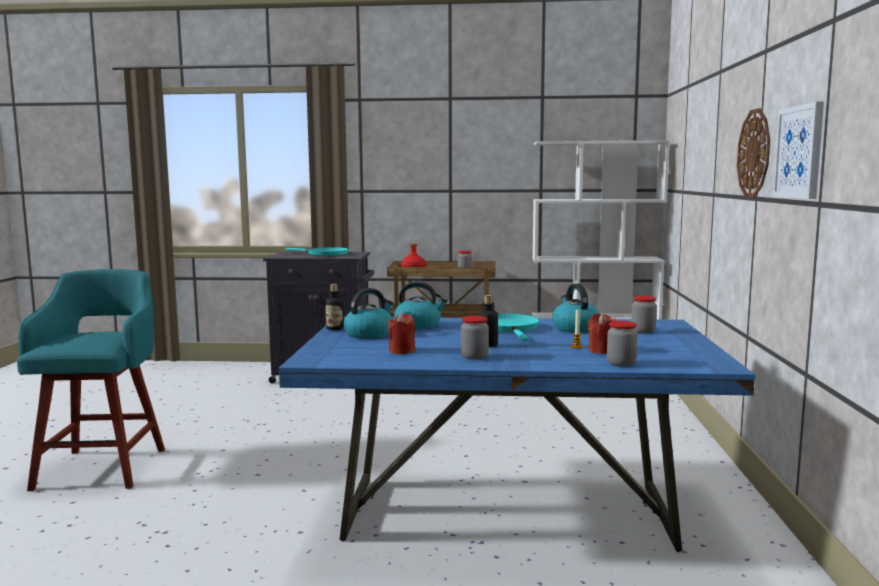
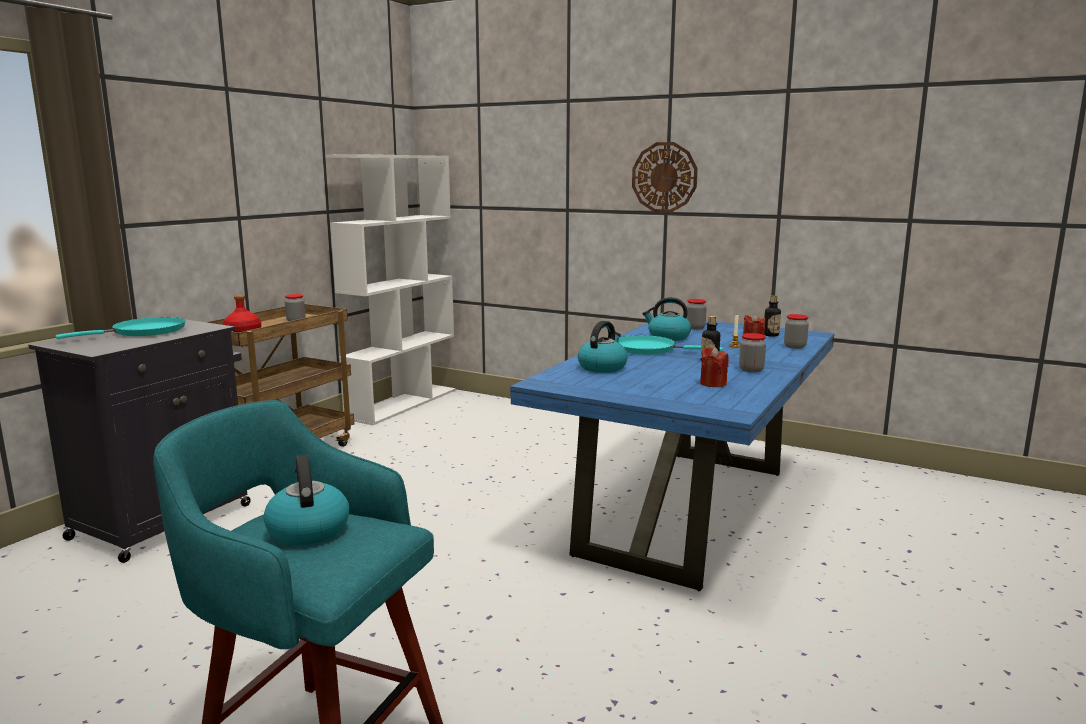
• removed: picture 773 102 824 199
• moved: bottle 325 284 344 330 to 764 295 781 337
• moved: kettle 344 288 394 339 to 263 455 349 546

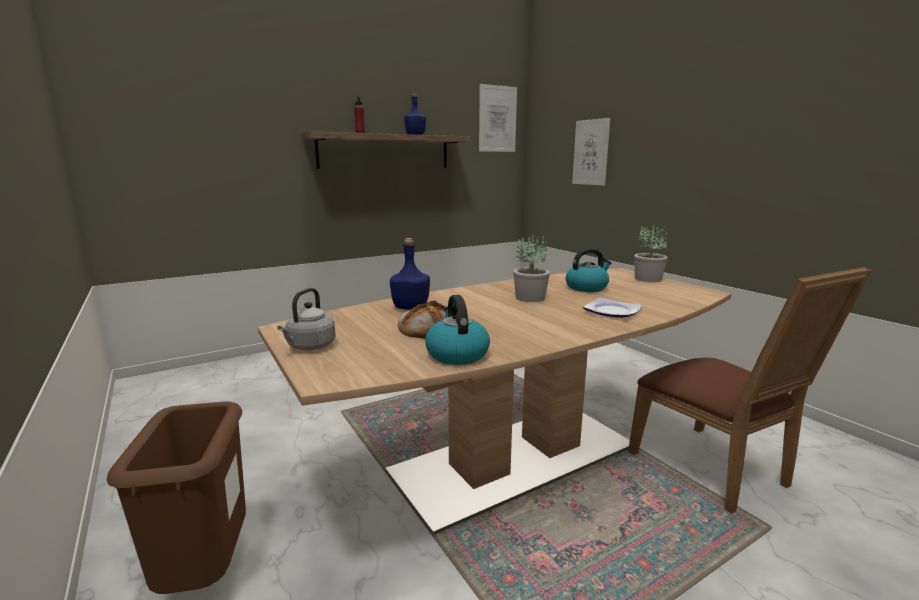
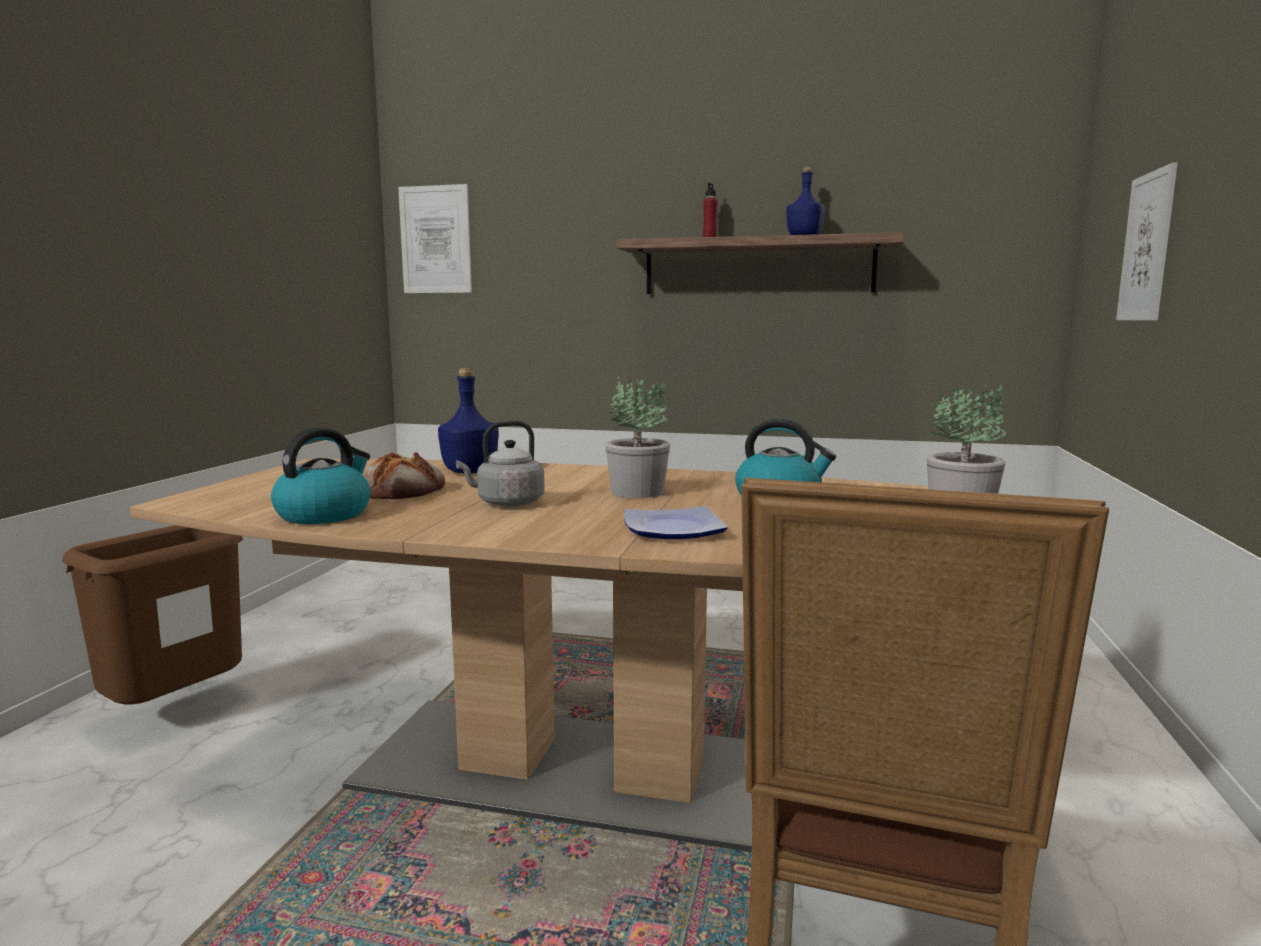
• moved: grey kettle 277 288 336 350 to 456 421 545 507
• moved: picture 479 84 517 152 to 398 184 472 293

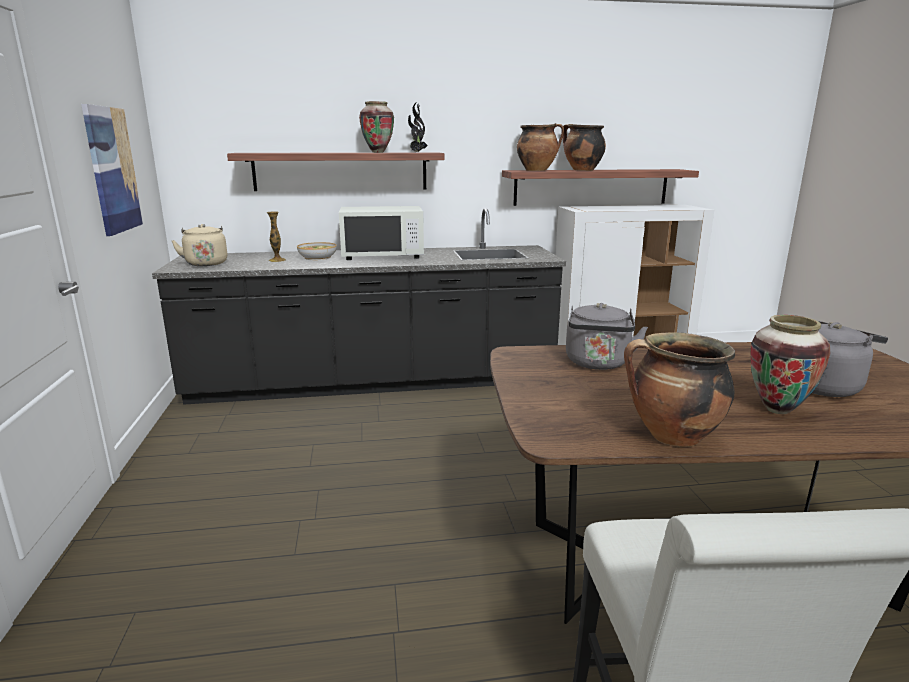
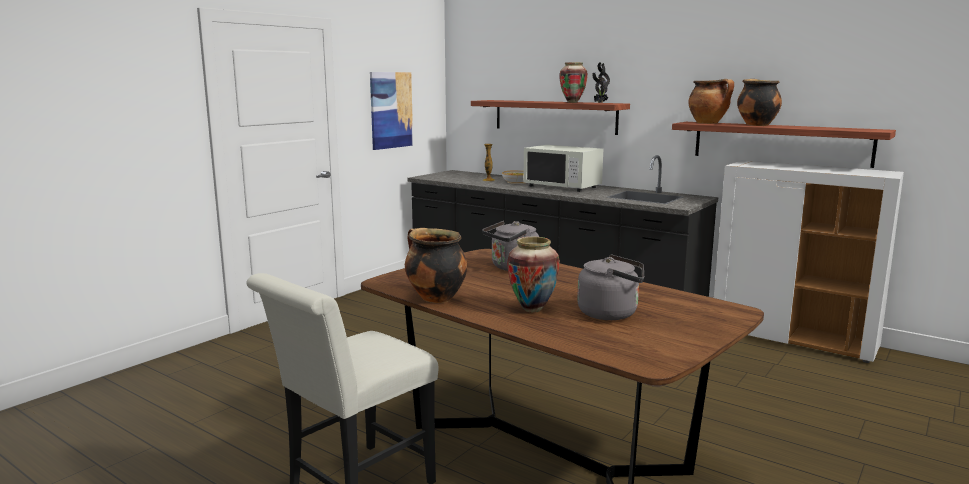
• removed: beige kettle 171 224 227 266

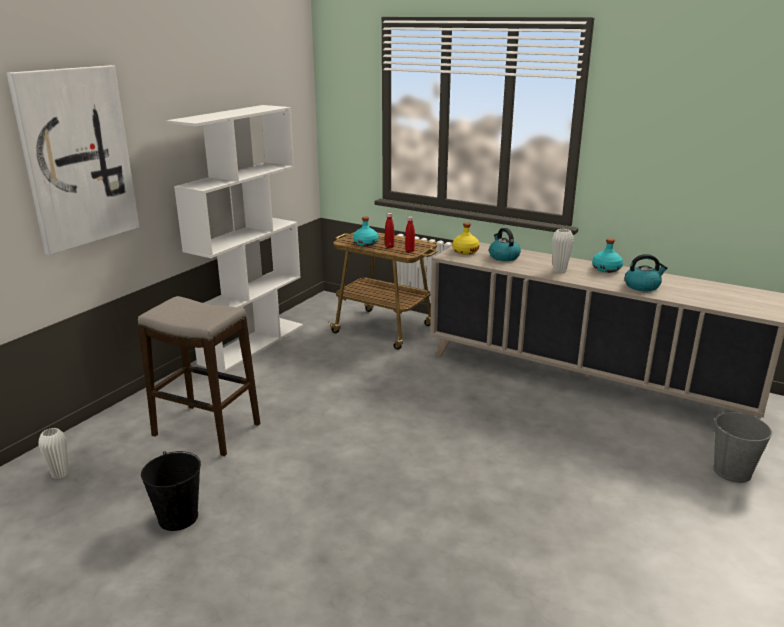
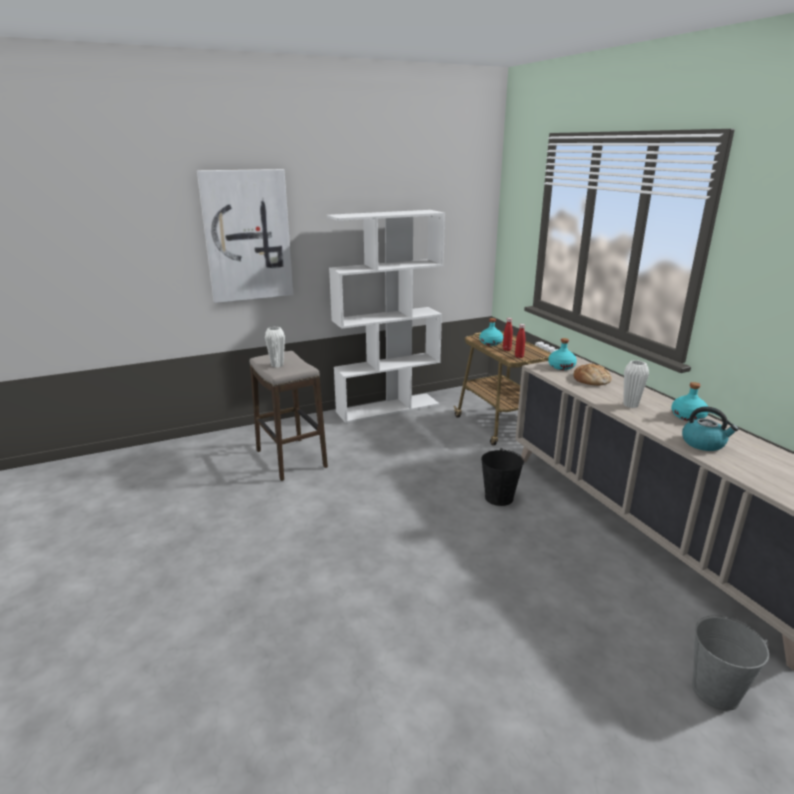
• moved: white vase 38 428 68 479 to 265 327 285 367
• moved: black bucket 141 451 201 531 to 481 448 524 506
• replaced: kettle 489 228 521 261 to bread 573 364 612 386
• recoloured: yellow bottle 452 222 480 254 to turquoise bottle 548 338 577 370

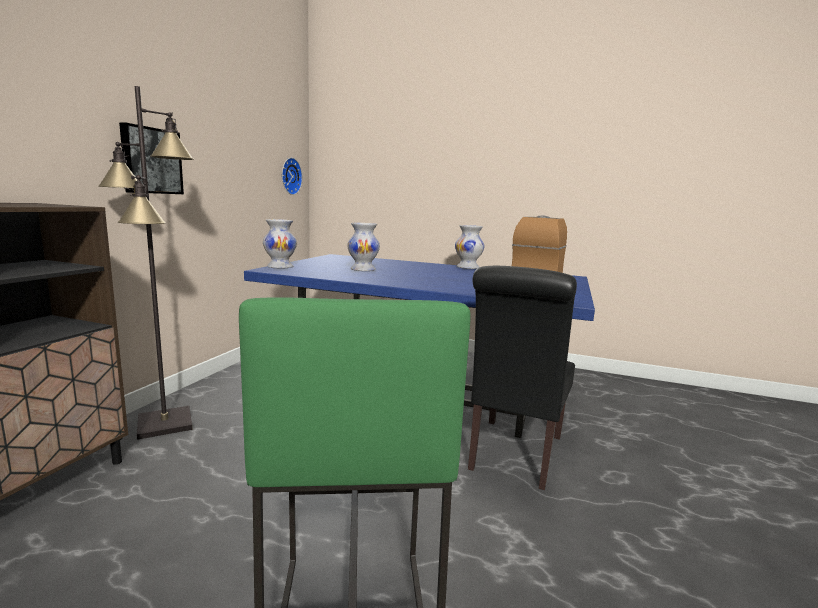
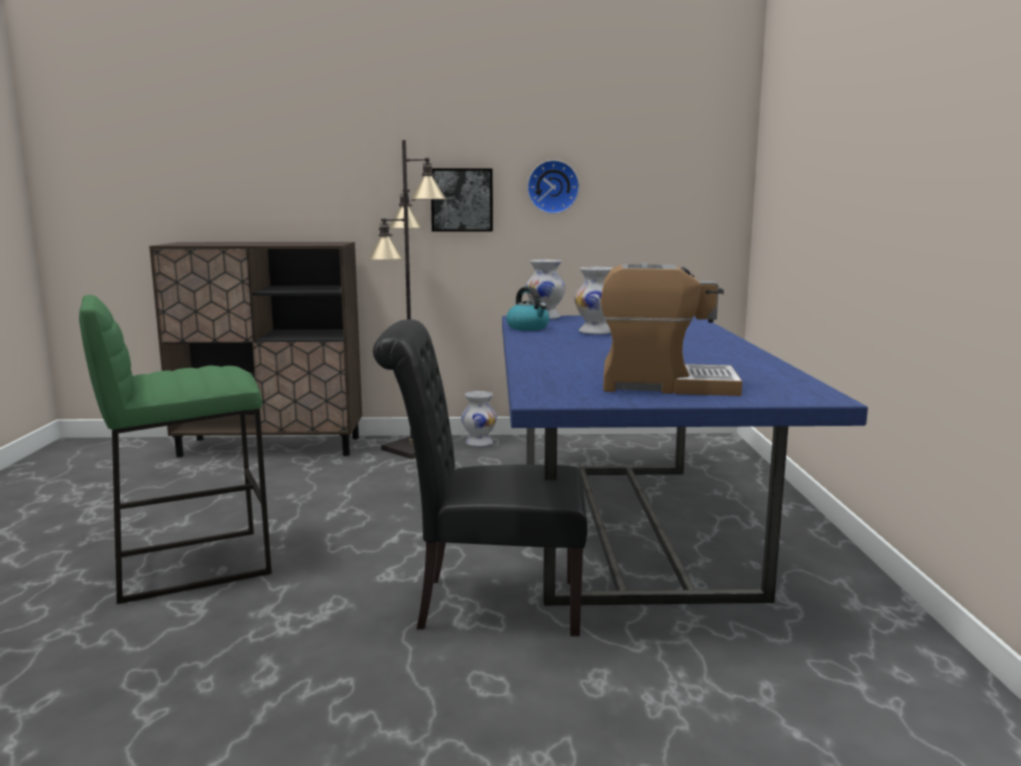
• added: kettle 506 287 549 330
• moved: wall clock 282 158 303 195 to 527 160 580 214
• moved: white vase 455 225 484 269 to 461 391 497 447

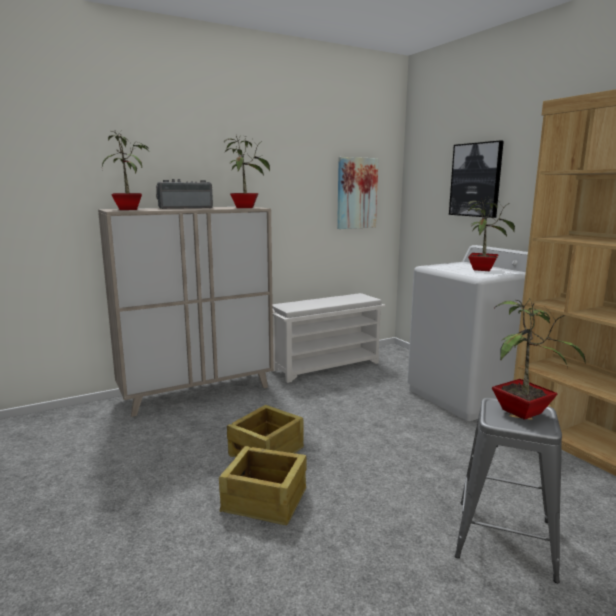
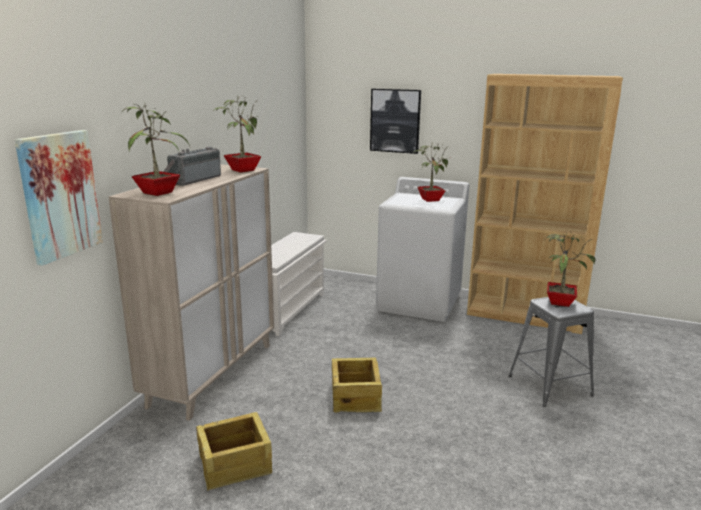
• moved: crate 219 446 307 525 to 196 412 272 491
• moved: picture 337 157 379 229 to 15 130 103 266

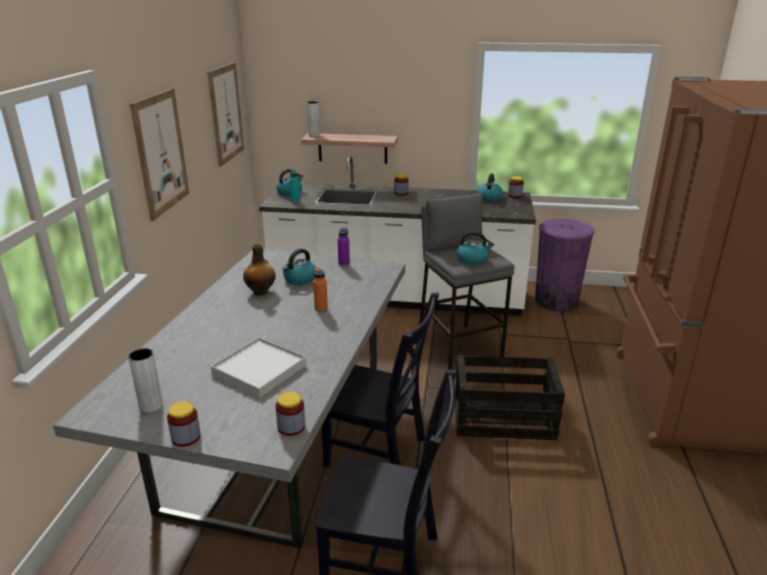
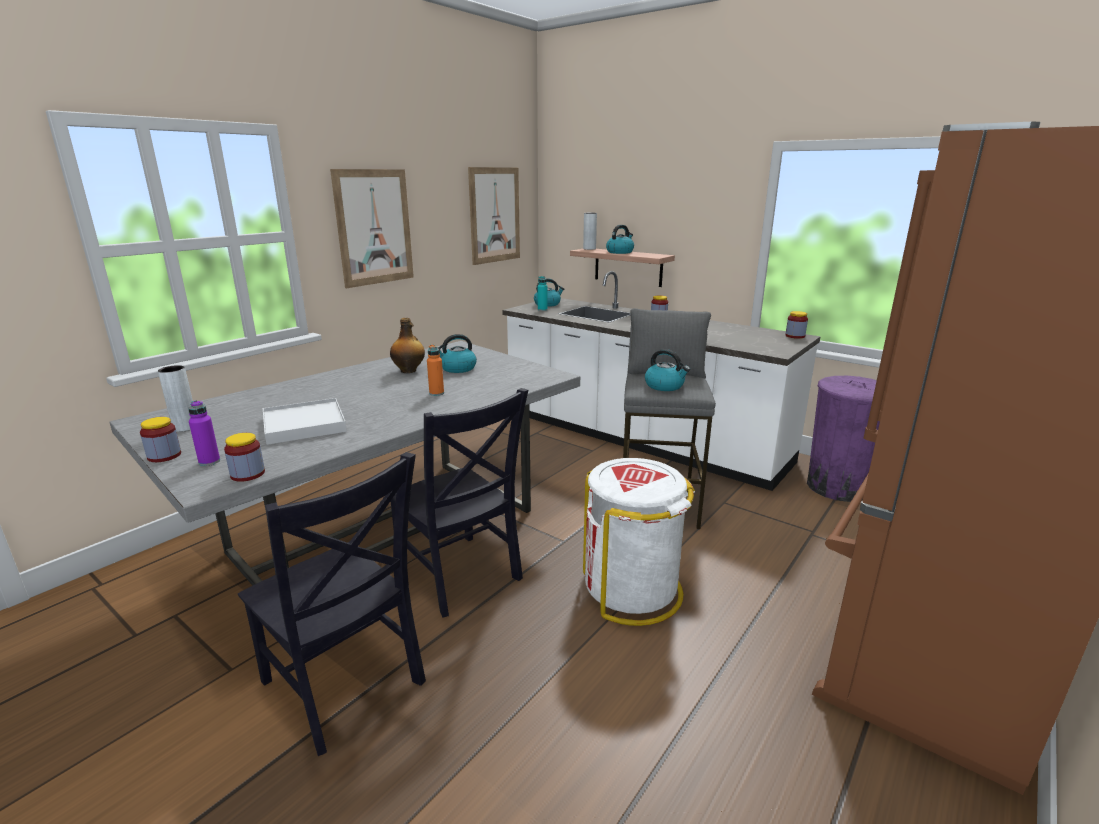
• moved: purple bottle 338 228 350 266 to 188 400 220 466
• moved: kettle 477 173 503 201 to 606 225 634 254
• replaced: crate 455 355 565 440 to white trash can 583 458 695 626

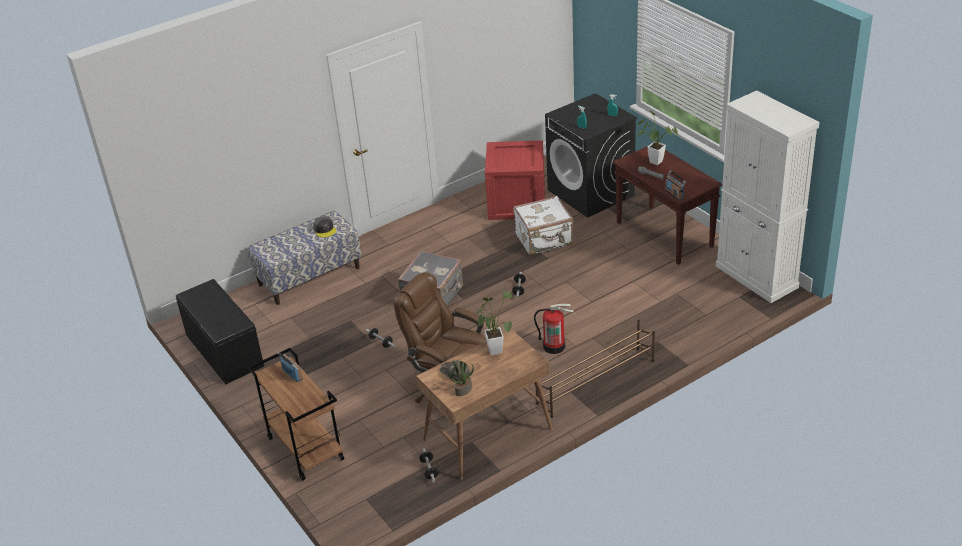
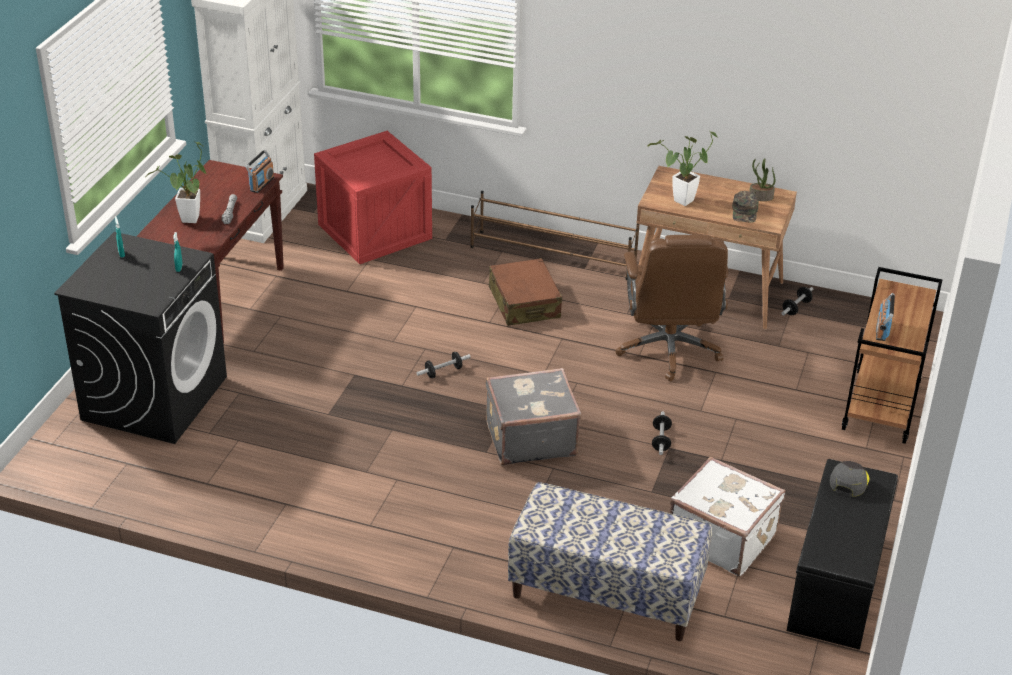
• moved: grey cap 313 216 336 237 to 830 461 869 497
• moved: crate 485 140 545 220 to 314 131 432 264
• moved: white suitcase 513 196 573 255 to 670 457 785 577
• replaced: fire extinguisher 534 303 573 354 to brown suitcase 489 258 562 326

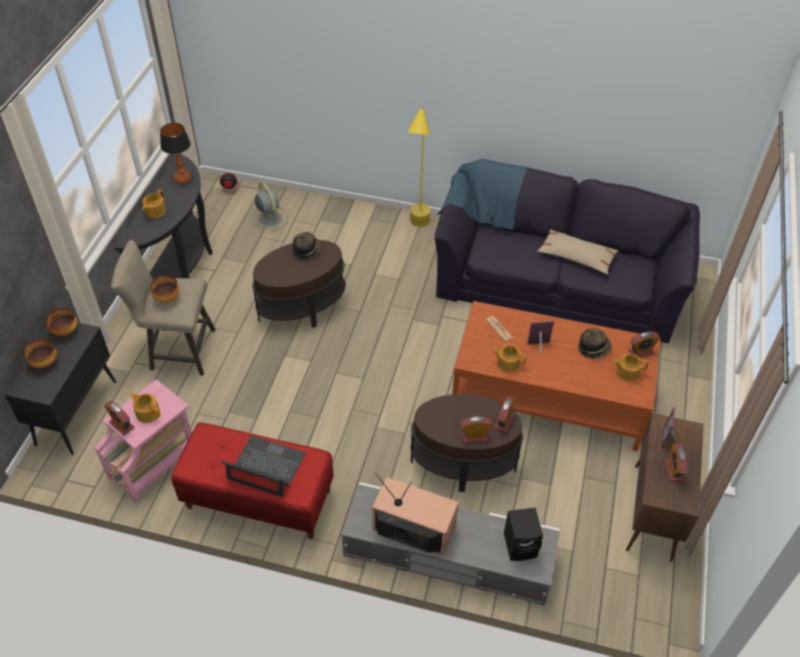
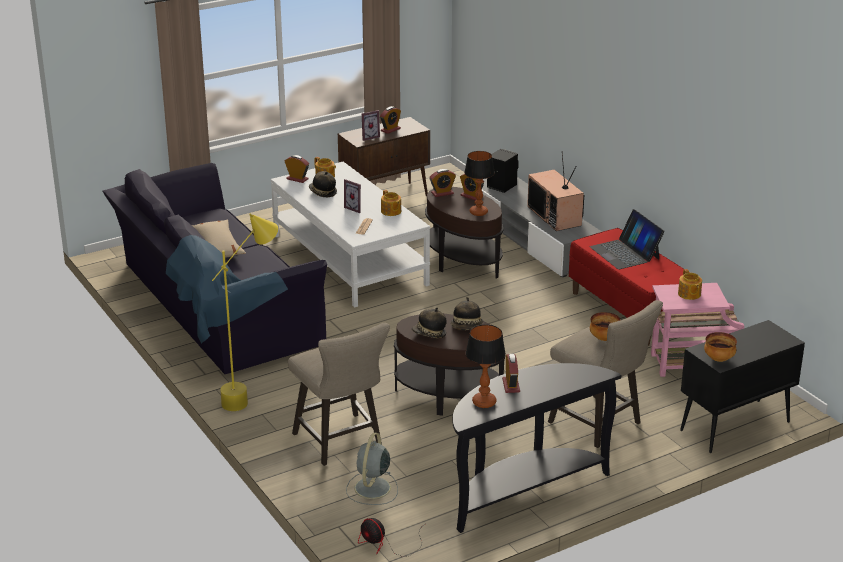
• removed: bowl 24 339 57 368
• removed: teapot 142 189 166 218
• added: beige stool 288 323 390 466
• added: hat 451 297 483 330
• added: table lamp 464 151 495 216
• moved: alarm clock 104 401 135 435 to 502 354 520 393
• recoloured: brown coffee table 452 301 661 451 to white coffee table 271 162 430 308

